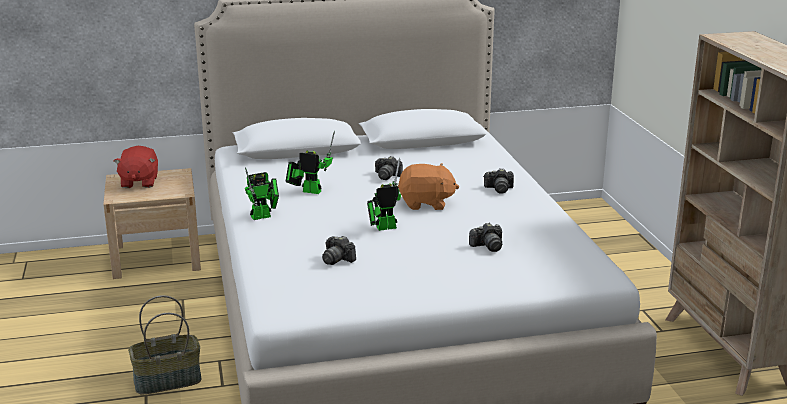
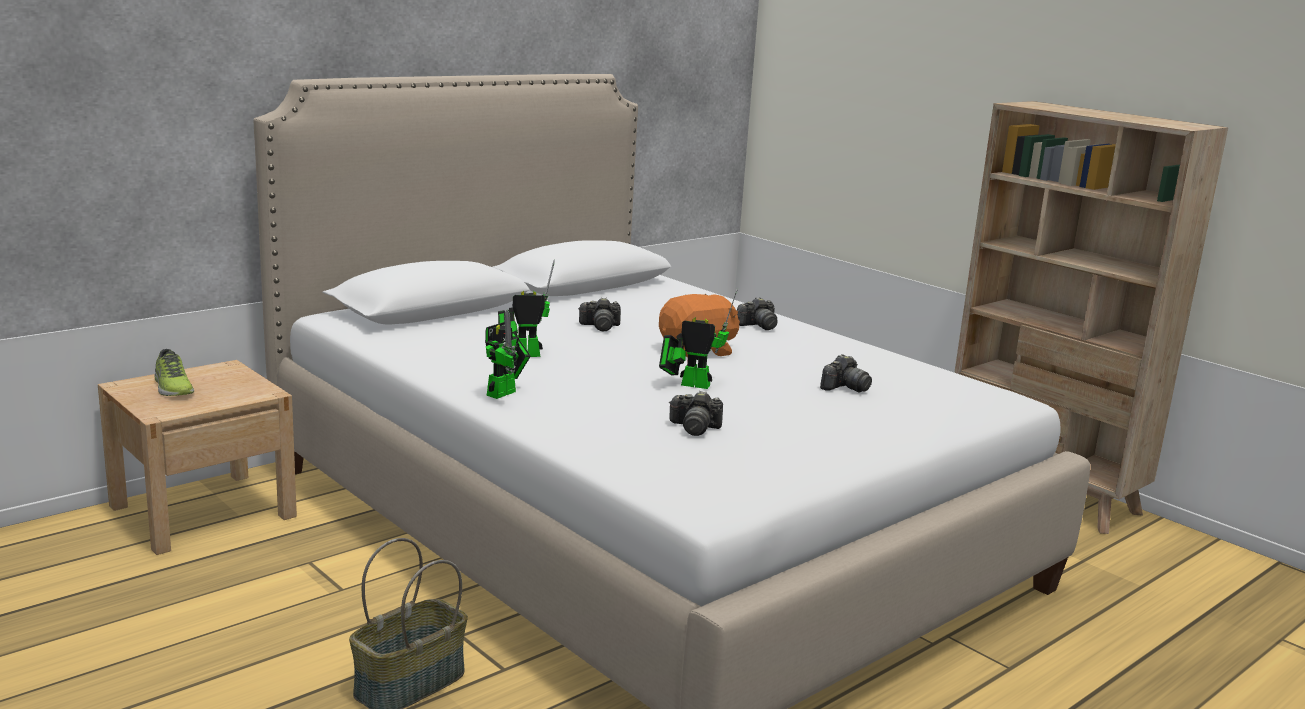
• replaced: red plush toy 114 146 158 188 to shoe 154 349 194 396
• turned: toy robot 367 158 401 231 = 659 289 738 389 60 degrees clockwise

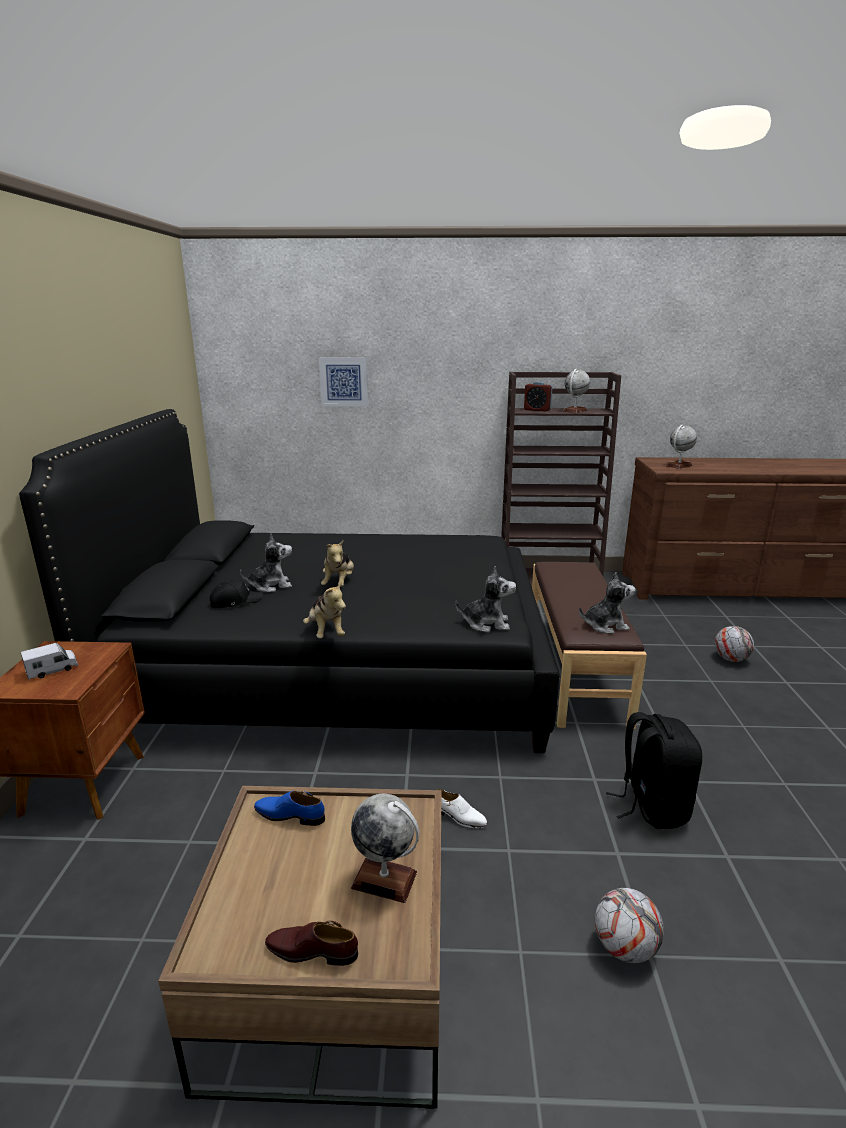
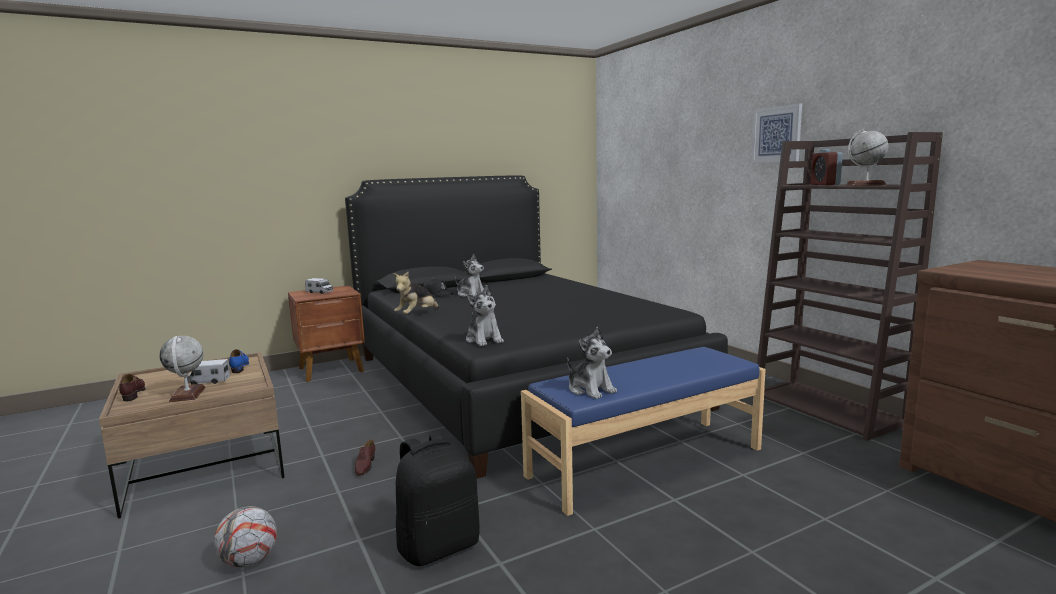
• removed: plush toy 321 540 354 587
• removed: globe 666 425 697 469
• removed: football 714 626 754 662
• added: toy truck 186 359 231 385
• moved: picture 319 358 368 407 to 751 103 802 163
• recoloured: white shoe 437 789 487 828 to brown shoe 355 439 375 476
• recoloured: brown bench 532 562 647 729 to blue bench 521 347 766 516

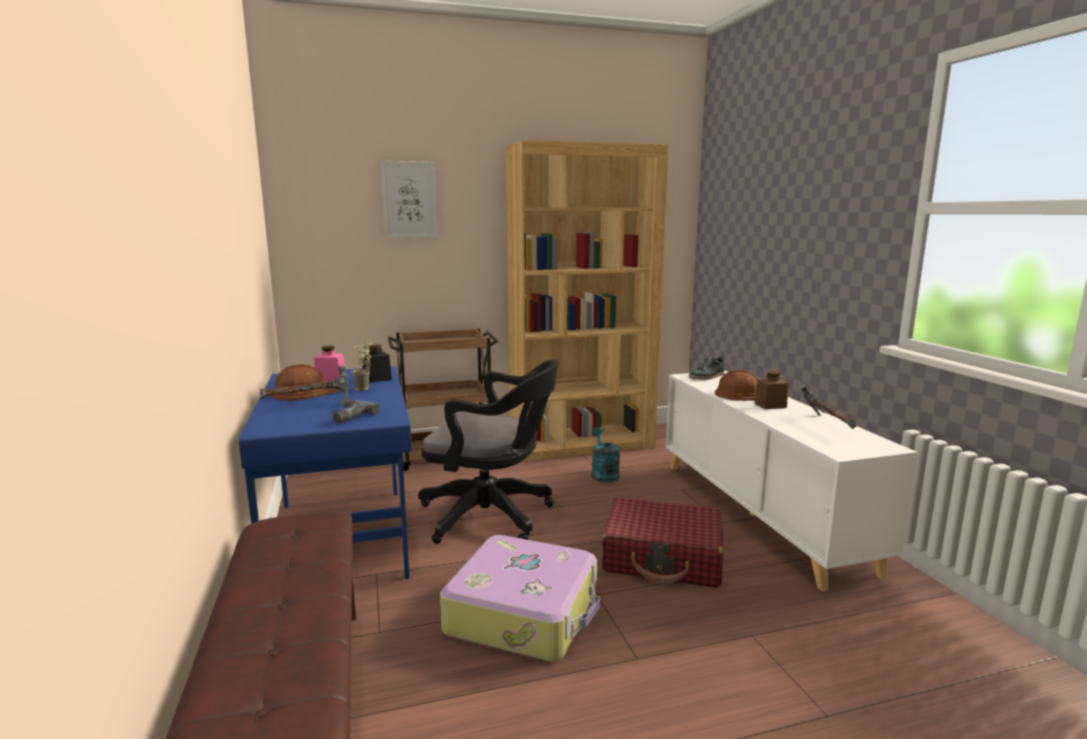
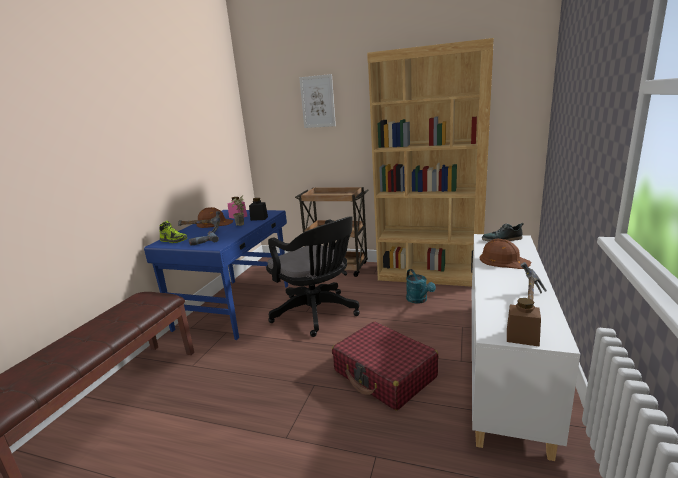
• removed: suitcase 440 535 600 661
• added: shoe 159 221 187 243
• moved: brown jar 754 371 788 409 to 507 298 541 347
• turned: turquoise watering can 591 427 620 482 = 406 269 436 304 135 degrees clockwise

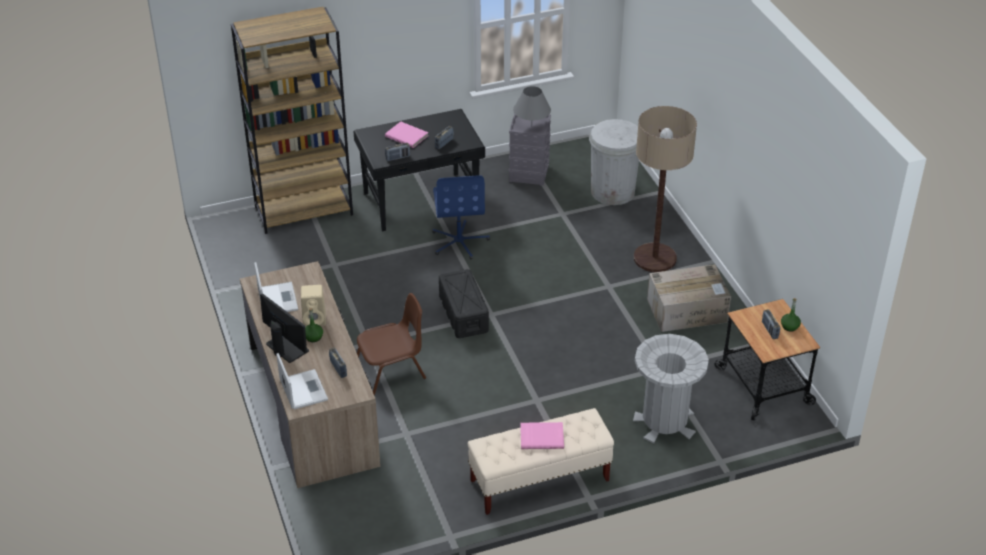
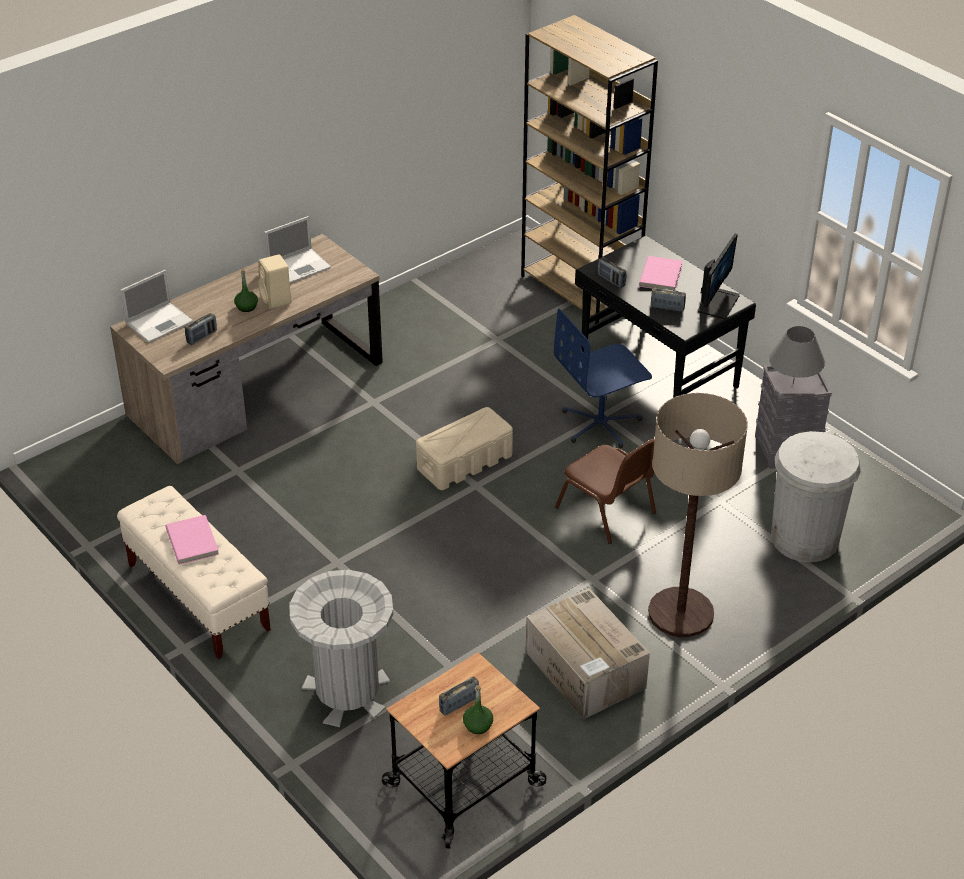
• moved: monitor 260 293 309 363 to 698 233 740 319
• moved: brown chair 357 293 426 395 to 555 439 656 544
• recoloured: black storage box 439 269 489 338 to beige storage box 416 407 513 490

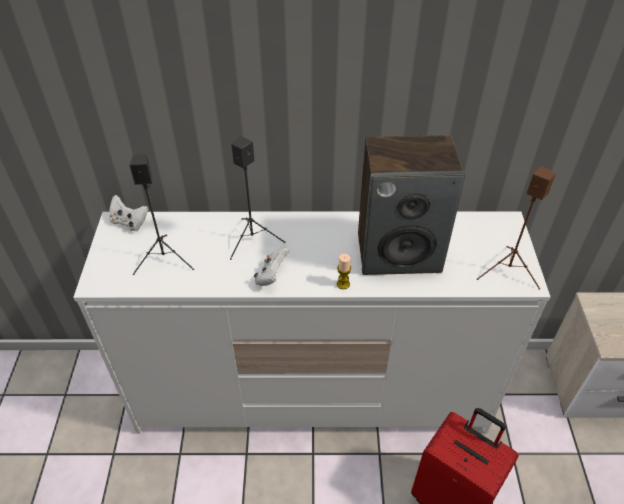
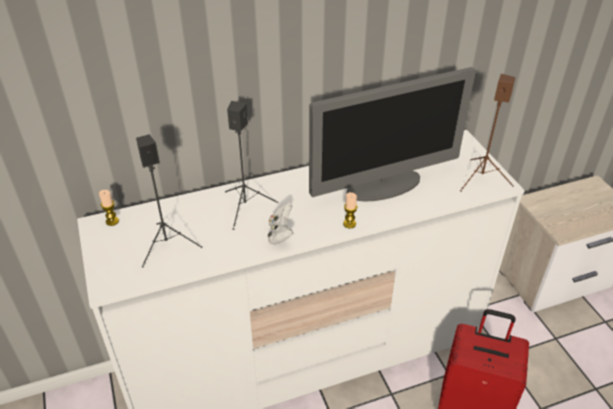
• replaced: white game controller 109 195 149 231 to candle 99 190 119 226
• replaced: speaker 358 135 465 275 to monitor 309 67 476 201

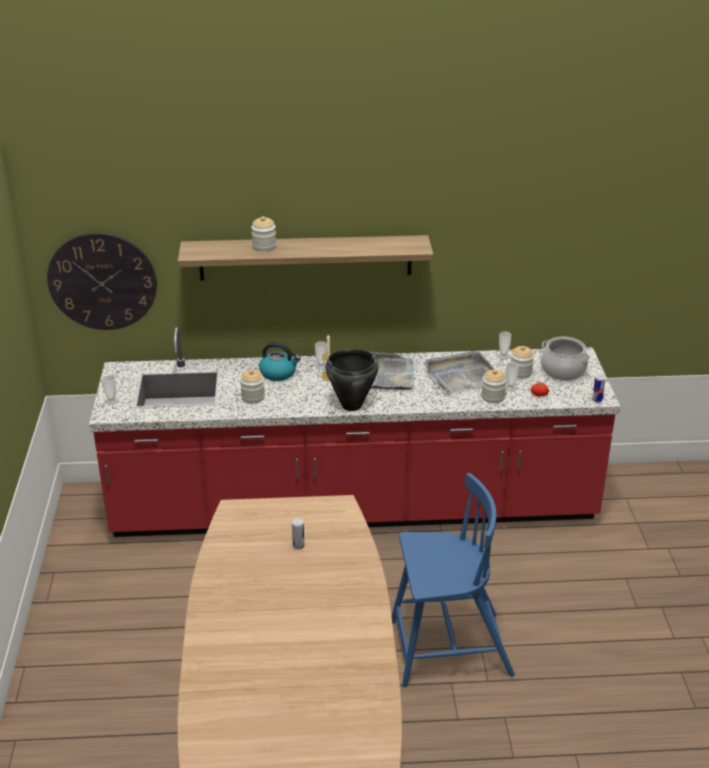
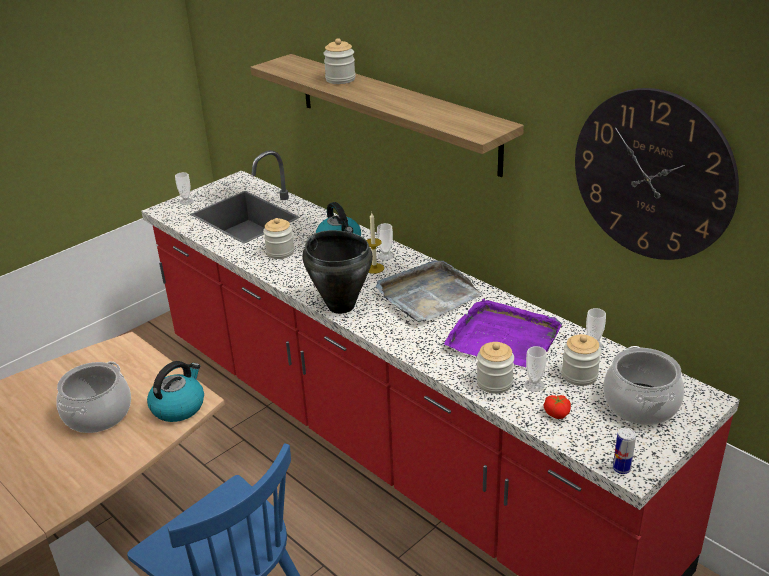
• added: kettle 147 361 204 422
• moved: wall clock 47 232 157 330 to 575 88 739 260
• replaced: can 292 518 304 549 to cooking pot 56 361 131 433
• recoloured: grey tray 424 351 494 393 to purple tray 444 299 562 367

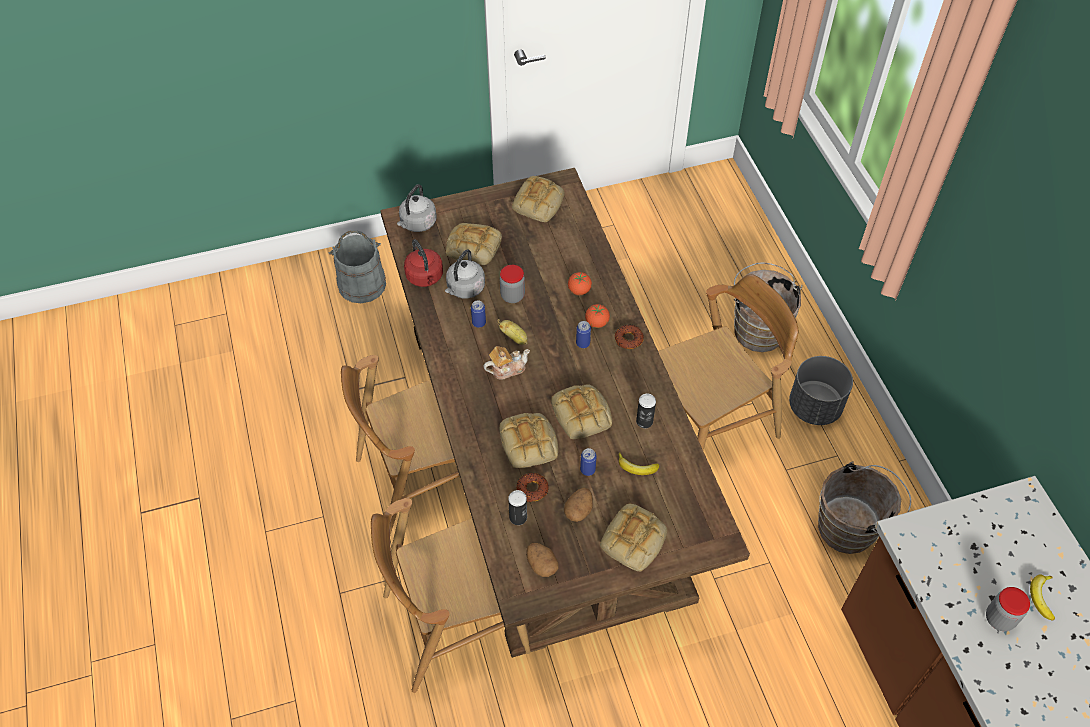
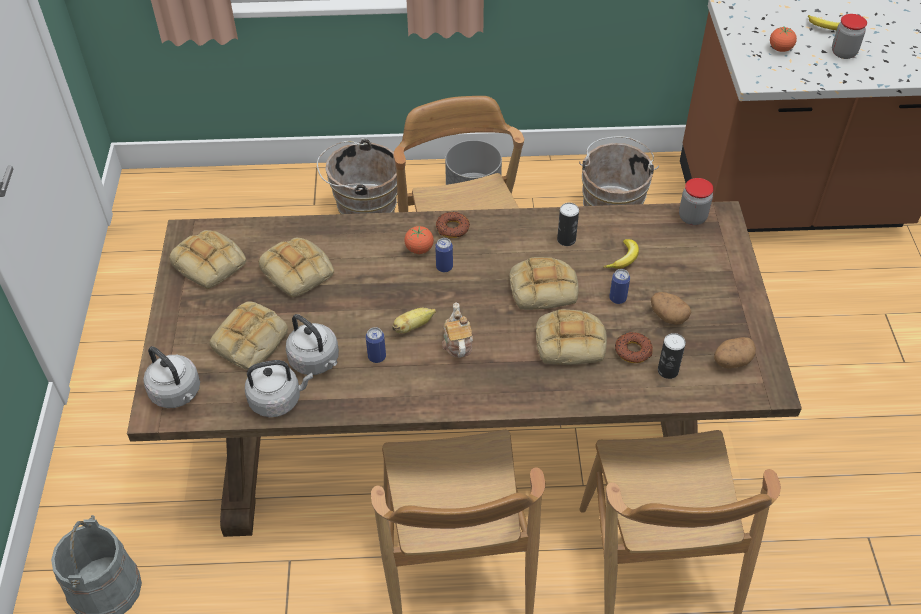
• moved: jar 500 265 525 303 to 679 178 714 225
• moved: tomato 568 272 592 295 to 770 27 797 52
• moved: bread 600 504 667 571 to 258 238 334 298
• recoloured: red kettle 404 239 443 287 to grey kettle 245 360 313 417

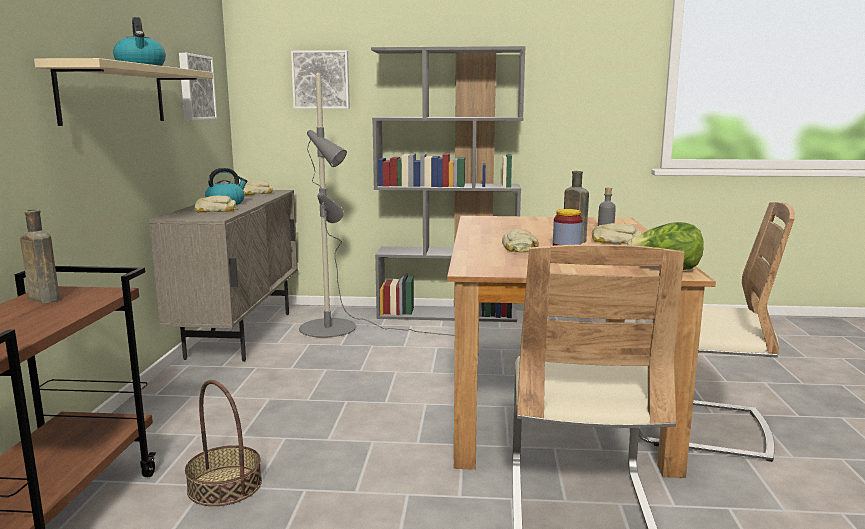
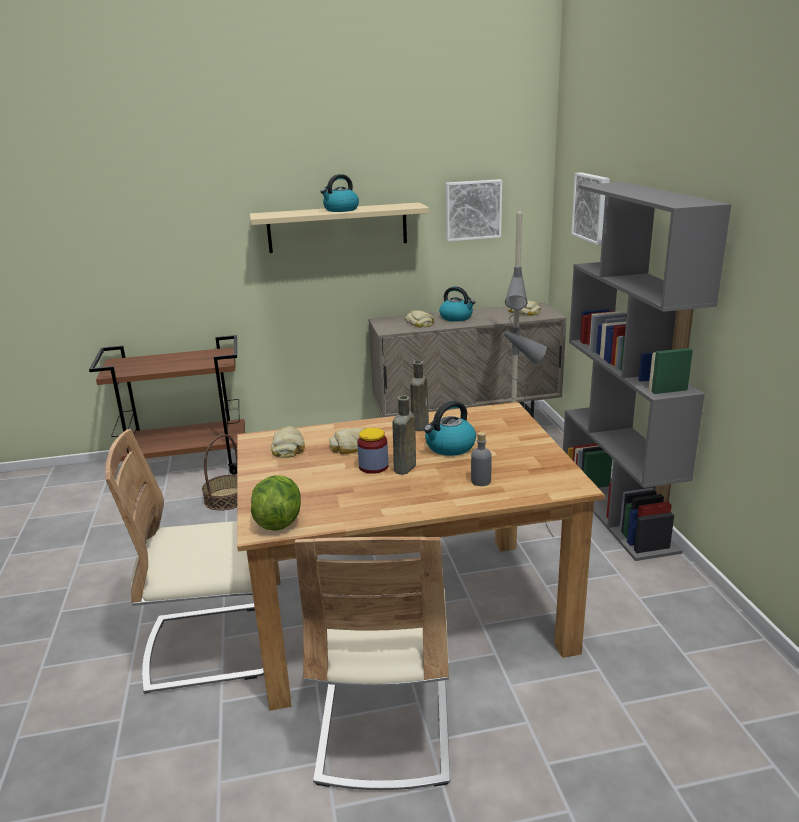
• added: kettle 424 401 476 456
• moved: brown bottle 20 209 60 303 to 410 361 429 431
• moved: bread 591 223 642 244 to 271 426 305 458

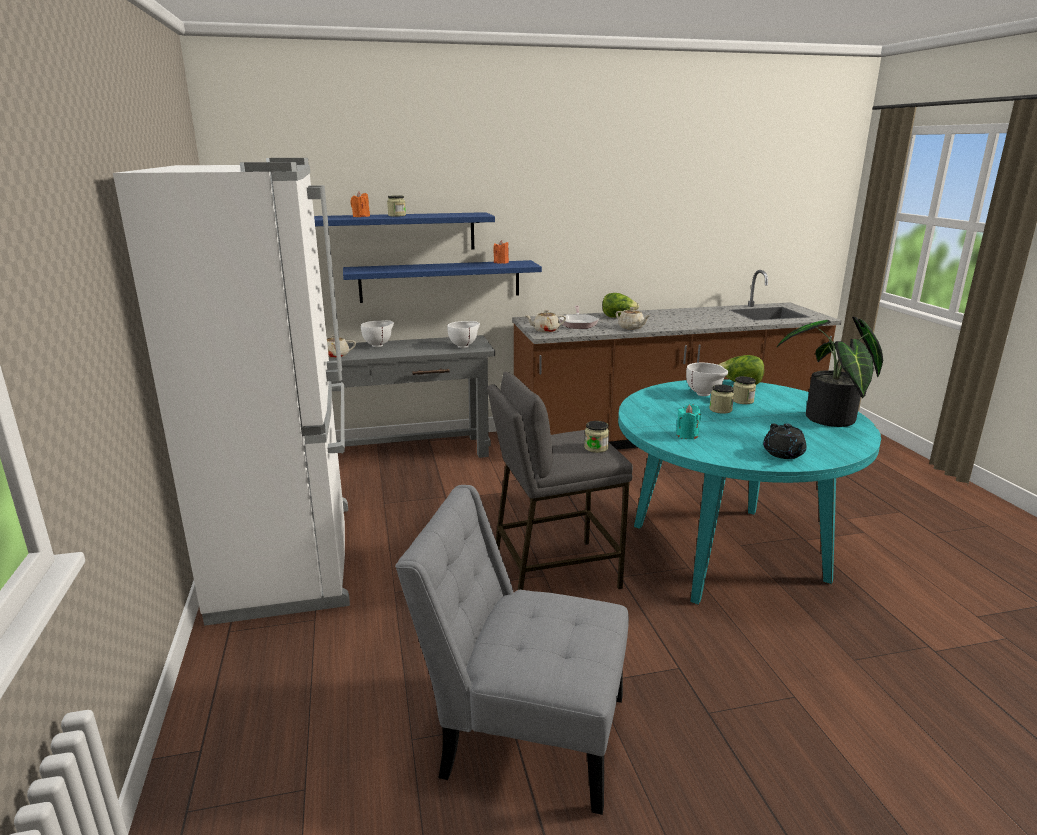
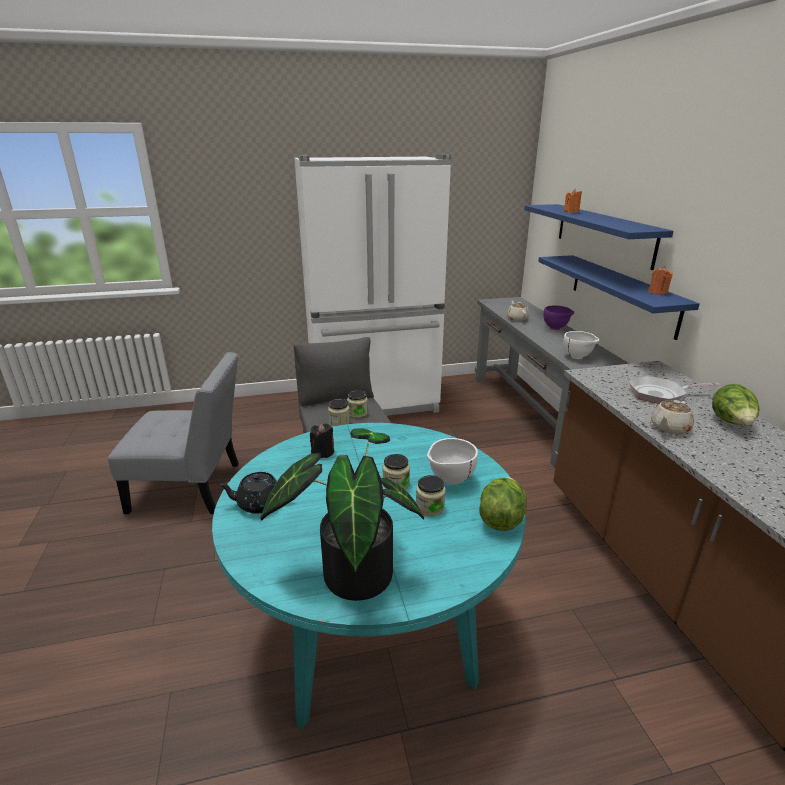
• removed: beige teapot 524 310 566 332
• moved: jar 387 195 406 217 to 347 390 368 418
• recoloured: white bowl 361 320 394 347 to purple bowl 543 306 574 330
• recoloured: turquoise candle 676 404 701 439 to black candle 310 424 334 458
• turned: grey chair 395 485 629 815 = 108 352 239 514 75 degrees clockwise

